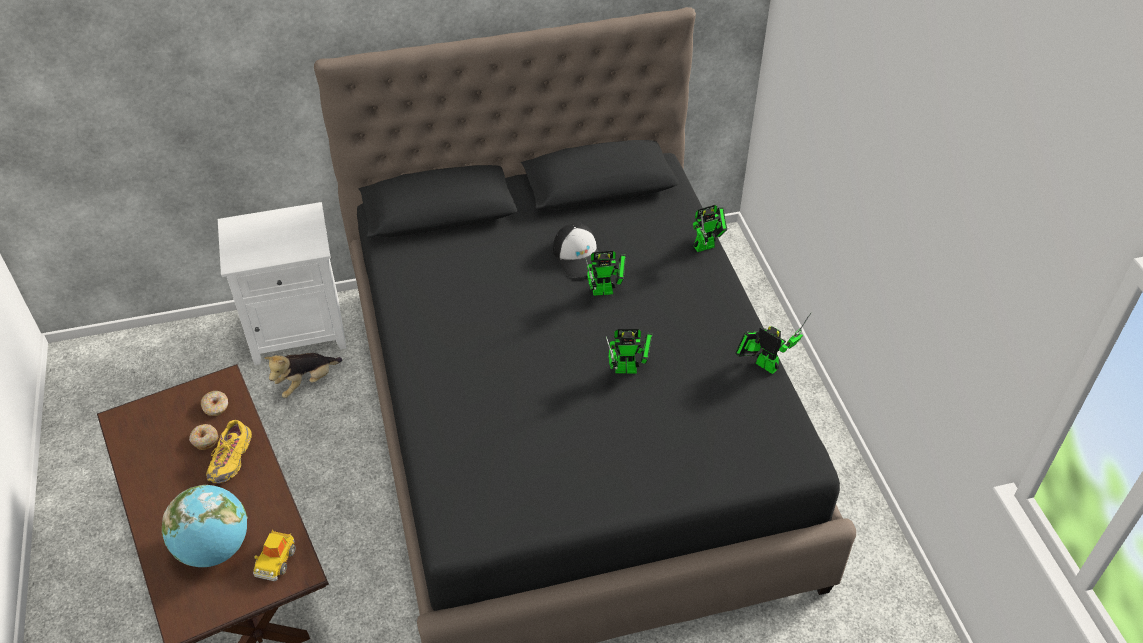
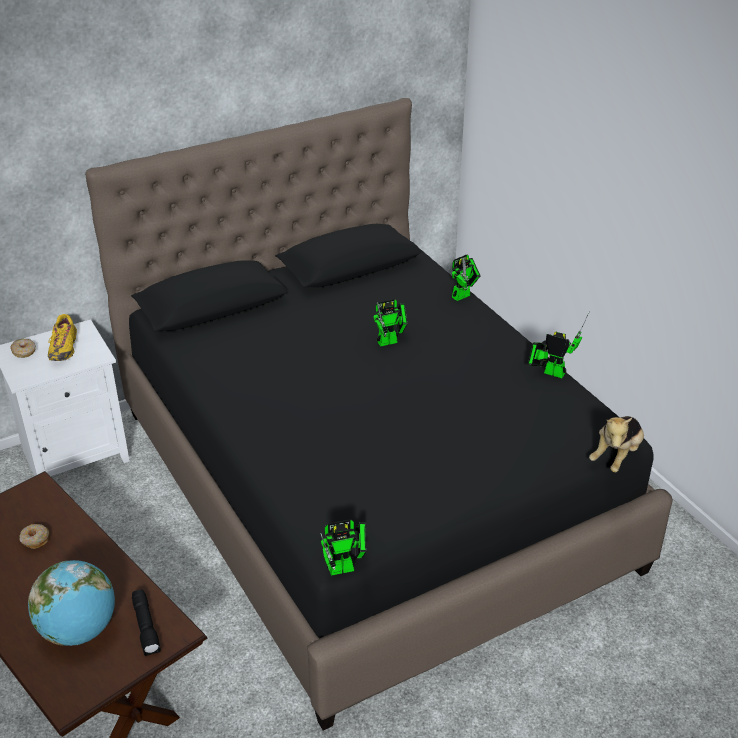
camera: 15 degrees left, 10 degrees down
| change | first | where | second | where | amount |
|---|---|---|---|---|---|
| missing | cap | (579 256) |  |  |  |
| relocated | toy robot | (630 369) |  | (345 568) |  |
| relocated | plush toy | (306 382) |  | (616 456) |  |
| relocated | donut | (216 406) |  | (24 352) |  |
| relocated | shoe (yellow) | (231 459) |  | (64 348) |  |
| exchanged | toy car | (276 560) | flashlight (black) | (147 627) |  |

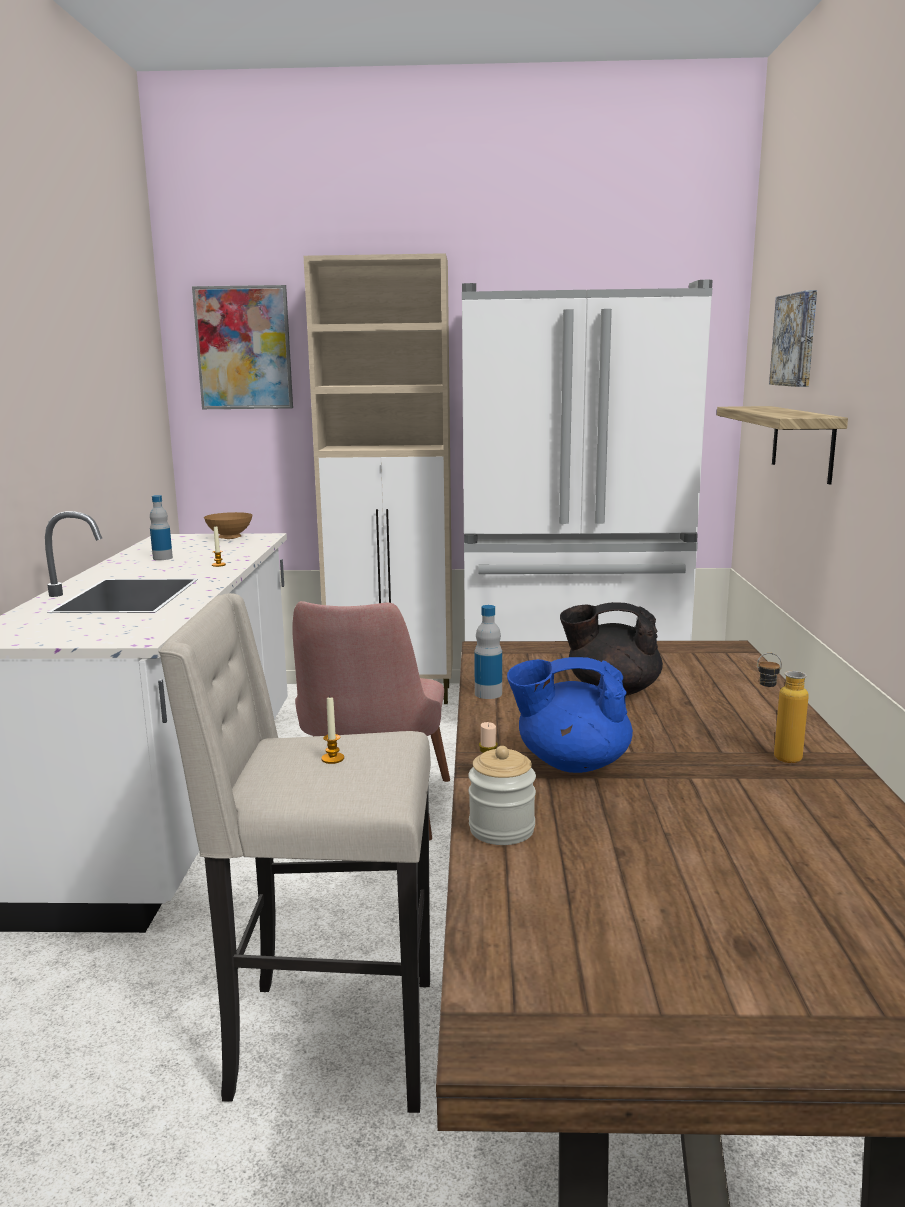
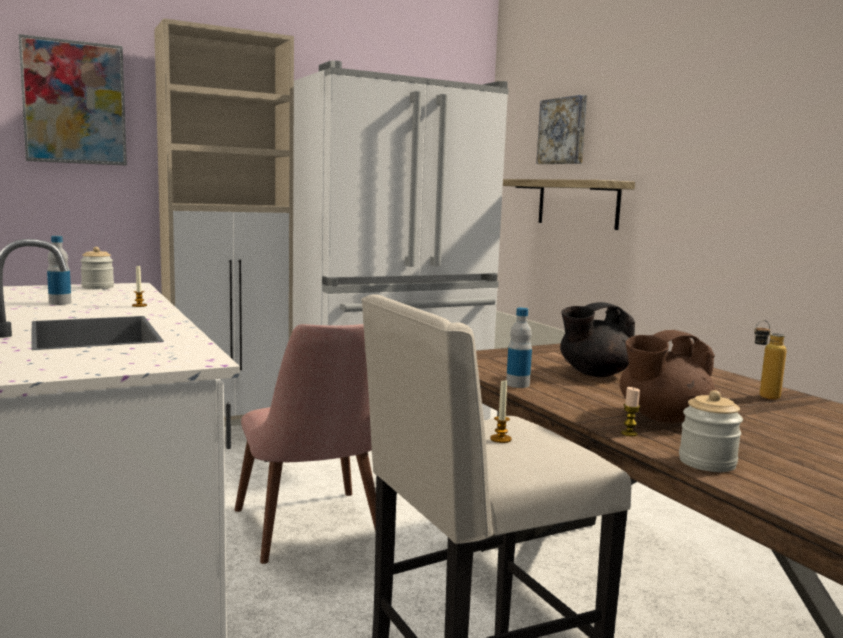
camera: 30 degrees left, 5 degrees down
| change | first | where | second | where | amount |
|---|---|---|---|---|---|
| exchanged | bowl (brown) | (229 538) | jar | (98 287) |  |
| colour | teapot (blue) | (571 763) | teapot (brown) | (662 417) |  |

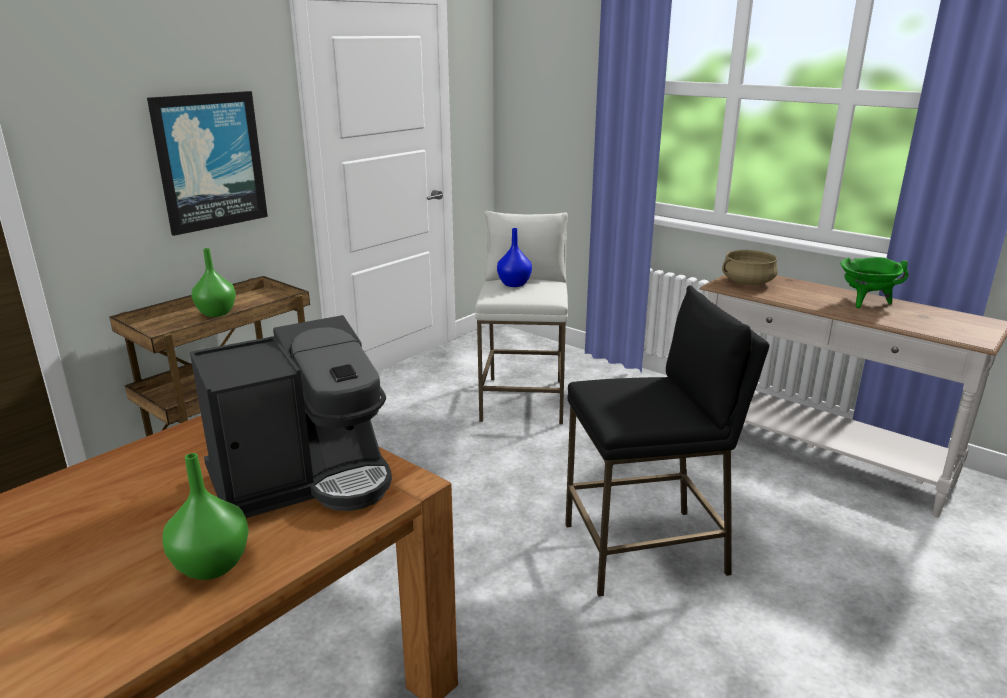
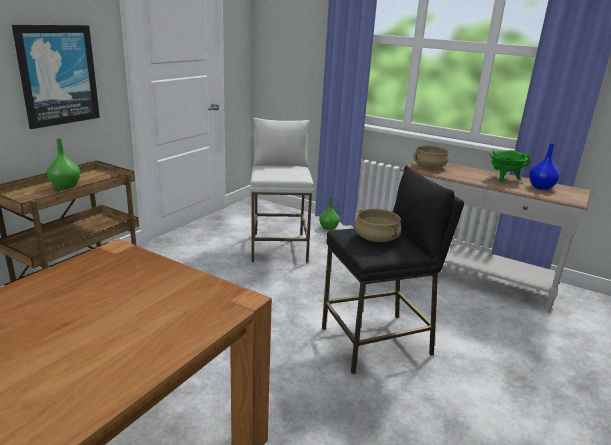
camera: 10 degrees left, 0 degrees up
| change | first | where | second | where | amount |
|---|---|---|---|---|---|
| relocated | vase (blue) | (513 284) |  | (540 187) |  |
| missing | coffee machine | (304 479) |  |  |  |
| relocated | vase (green) | (210 566) |  | (328 228) |  |
| appeared |  |  | cooking pot (beige) | (375 238) |  |

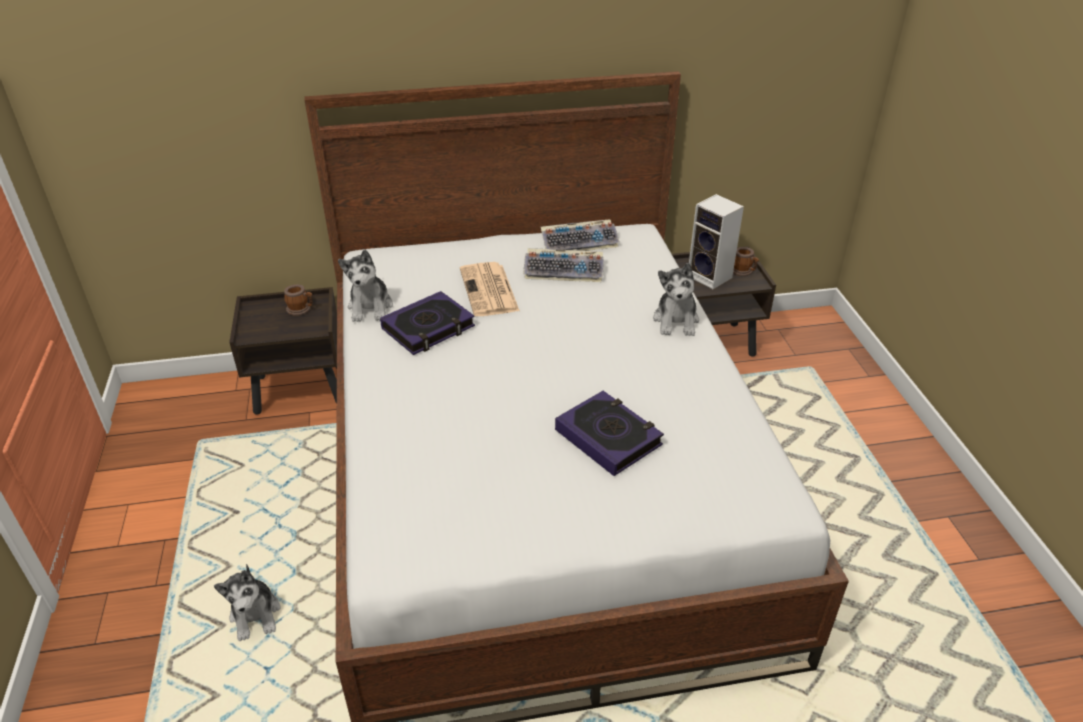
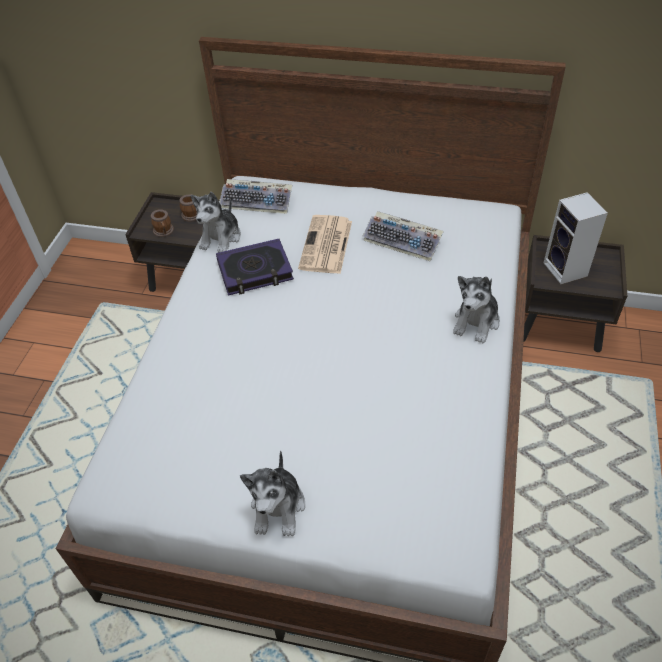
camera: 25 degrees right, 10 degrees up
| change | first | where | second | where | amount |
|---|---|---|---|---|---|
| relocated | keyboard | (580 242) |  | (258 201) |  |
| relocated | mug | (743 271) |  | (164 232) |  |
| missing | book | (608 437) |  |  |  |
| relocated | plush toy | (256 614) |  | (278 507) |  |

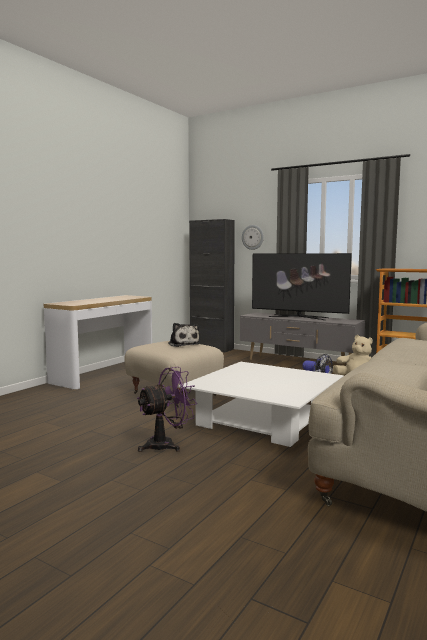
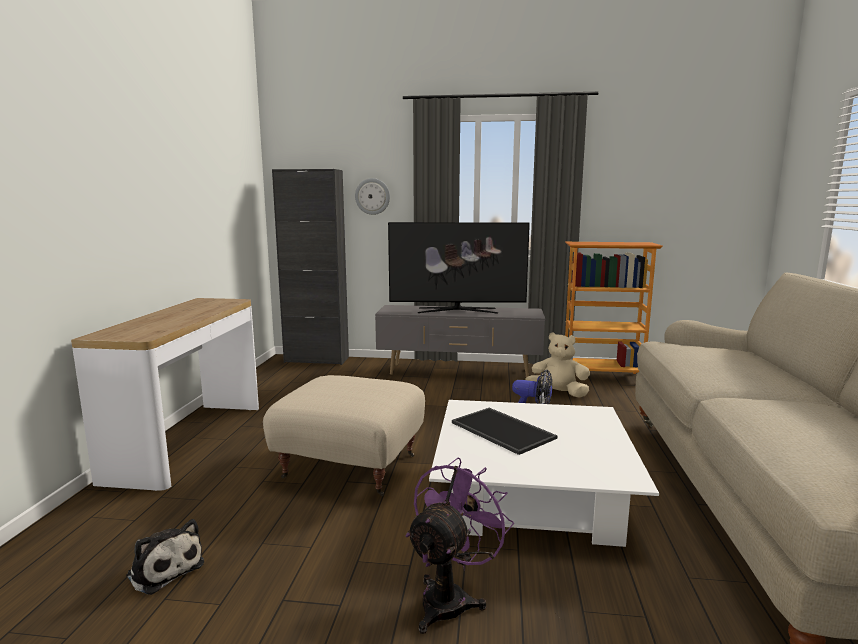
camera: 25 degrees left, 5 degrees up
| change | first | where | second | where | amount |
|---|---|---|---|---|---|
| relocated | plush toy | (183 344) |  | (164 568) |  |
| appeared |  |  | tray | (504 430) |  |

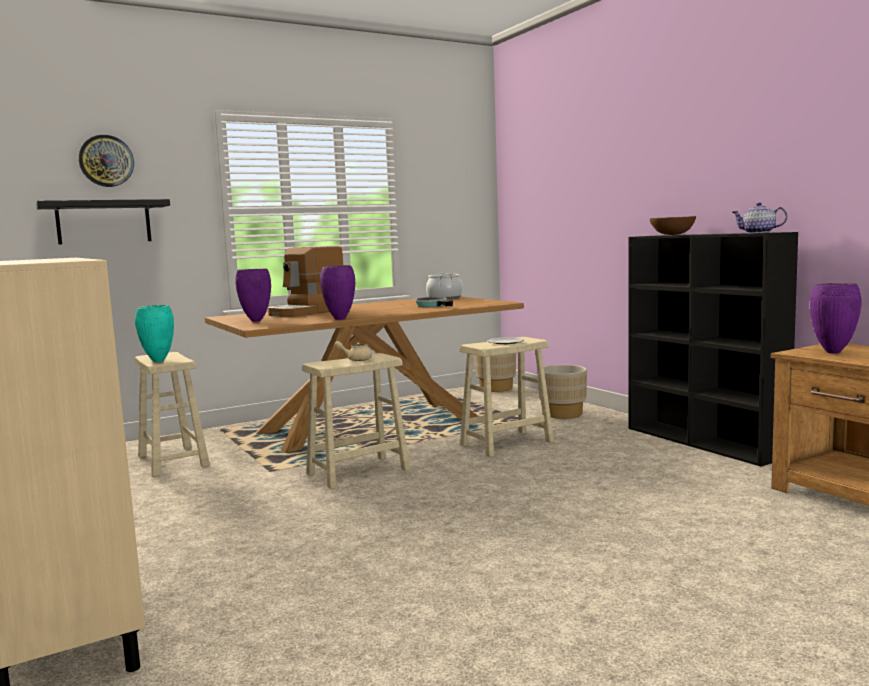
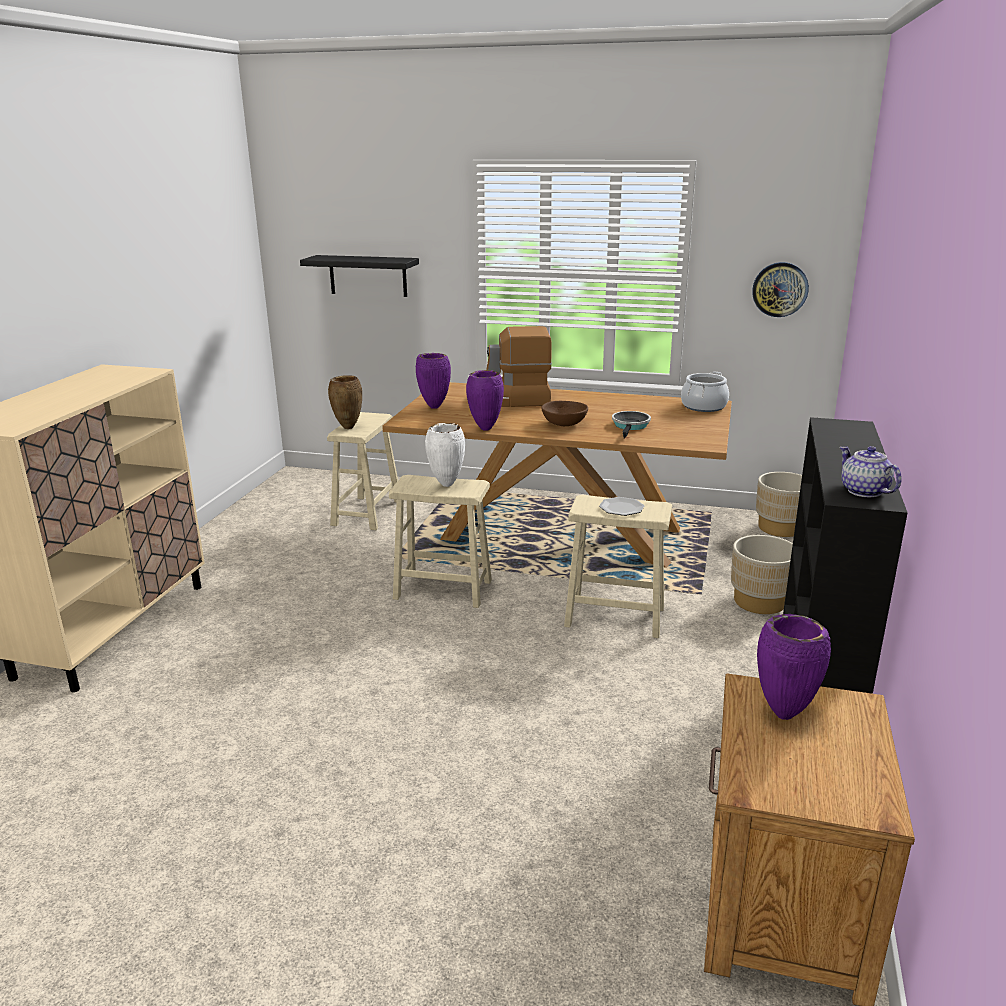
camera: 45 degrees right, 15 degrees up
| change | first | where | second | where | amount |
|---|---|---|---|---|---|
| relocated | wall clock | (106 161) |  | (780 289) |  |
| relocated | bowl (brown) | (672 235) |  | (565 424) |  |
| colour | vase (turquoise) | (157 361) | vase (brown) | (347 428) |  |
| exchanged | teapot (beige) | (355 359) | vase (white) | (446 485) |  |

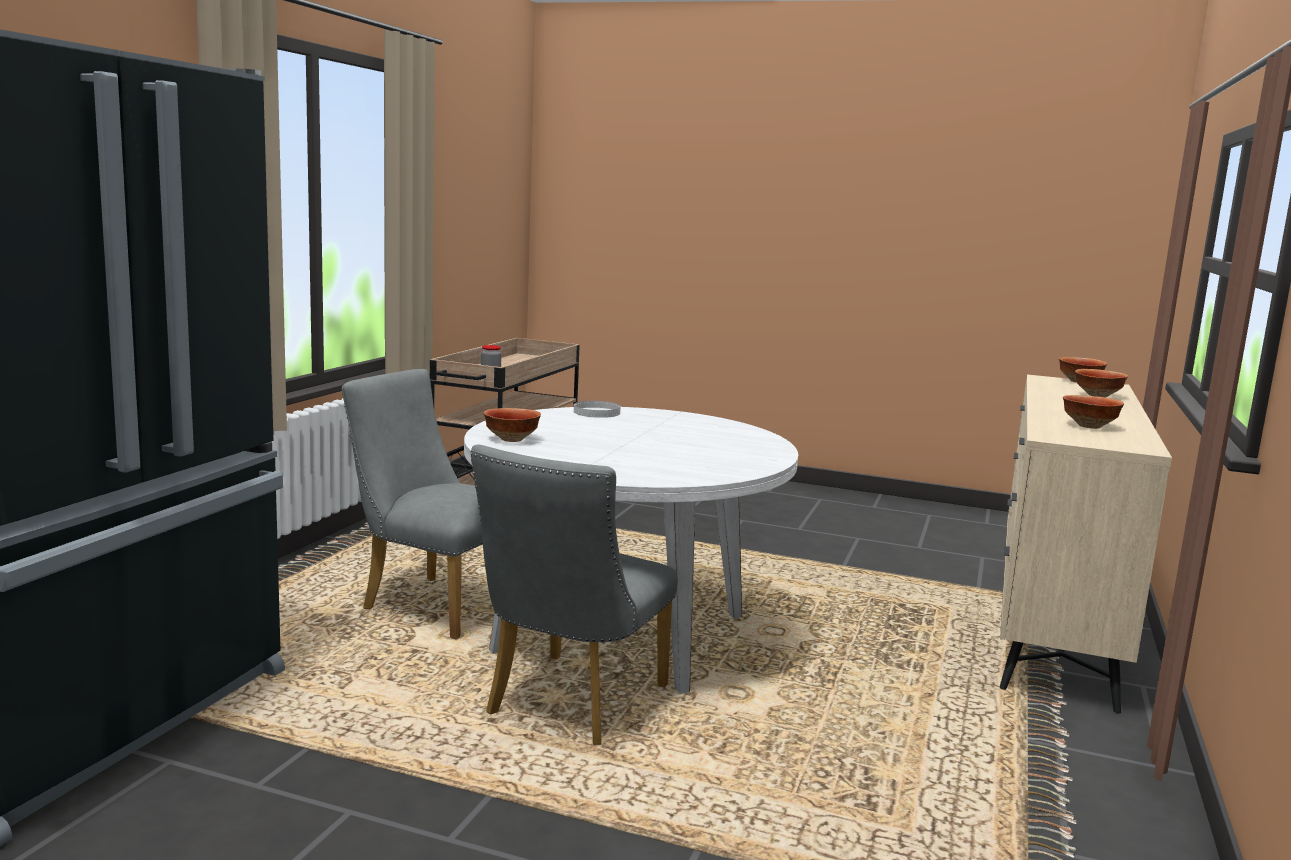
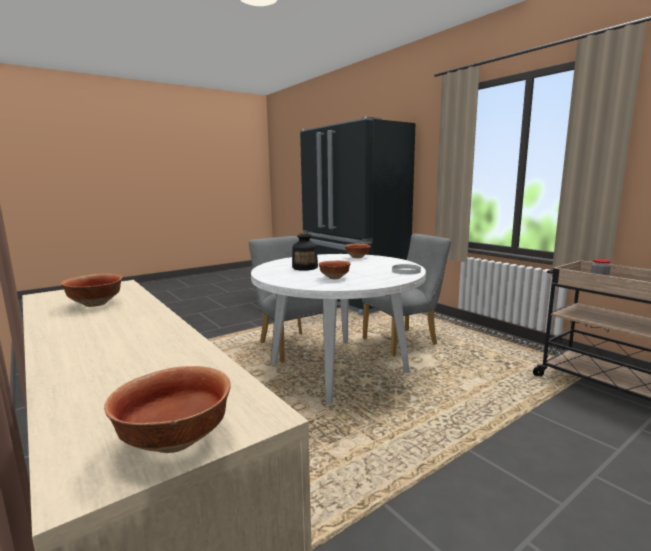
camera: 125 degrees right, 0 degrees up
| change | first | where | second | where | amount |
|---|---|---|---|---|---|
| relocated | bowl | (1098 396) |  | (334 278) |  |
| appeared |  |  | bottle | (305 268) |  |

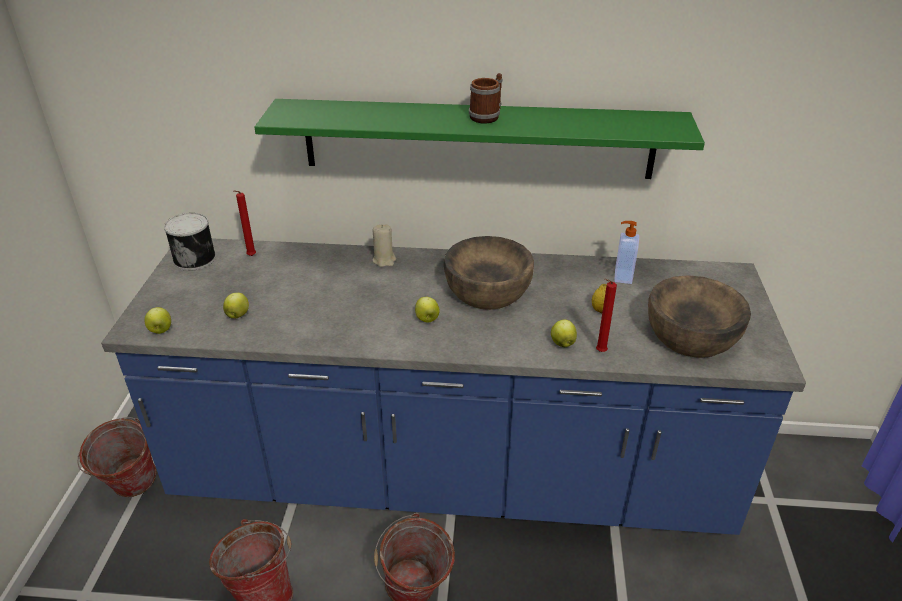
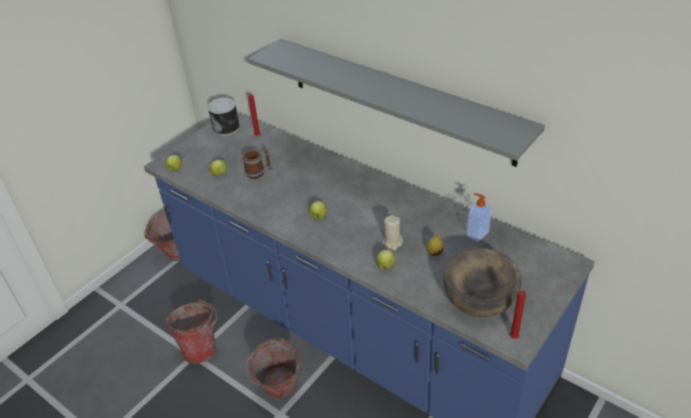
camera: 35 degrees right, 5 degrees up
| change | first | where | second | where | amount |
|---|---|---|---|---|---|
| relocated | mug | (487 116) |  | (258 172) |  |
| colour | shelf (green) | (478 139) | shelf (grey) | (398 100) |  |
| relocated | candle (beige) | (384 260) |  | (392 242) |  |
| missing | bowl (brown) | (487 291) |  |  |  |
| relocated | candle (red) | (599 352) |  | (512 337) |  |

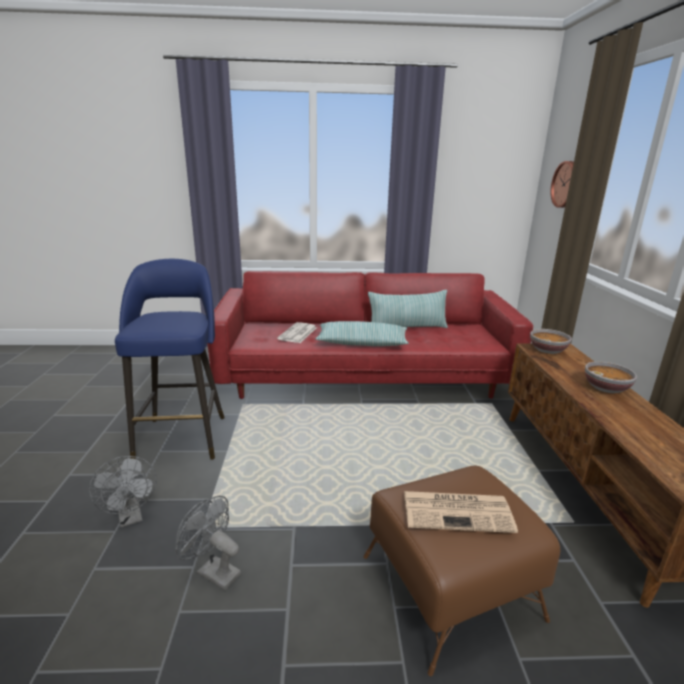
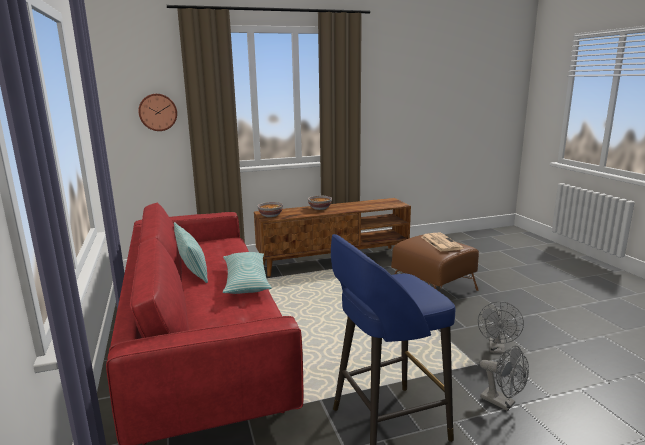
camera: 105 degrees left, 5 degrees down
| change | first | where | second | where | amount |
|---|---|---|---|---|---|
| missing | newspaper | (298 333) |  |  |  |
| spun | fan (grey) | (131 517) |  | (502 403) | 90 degrees clockwise |

